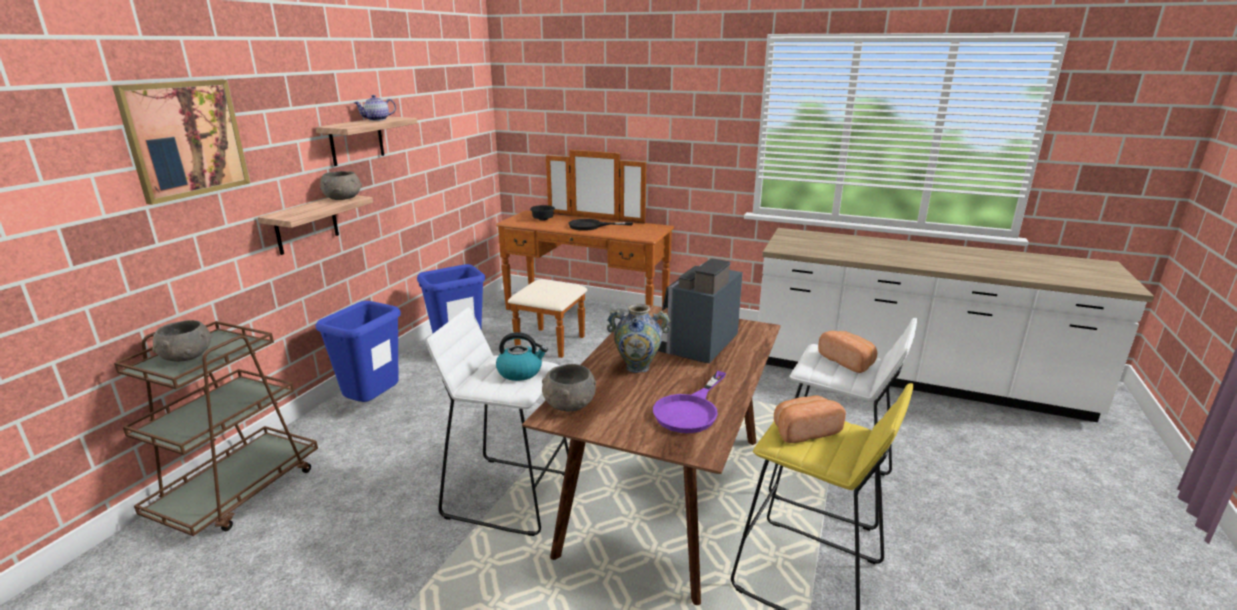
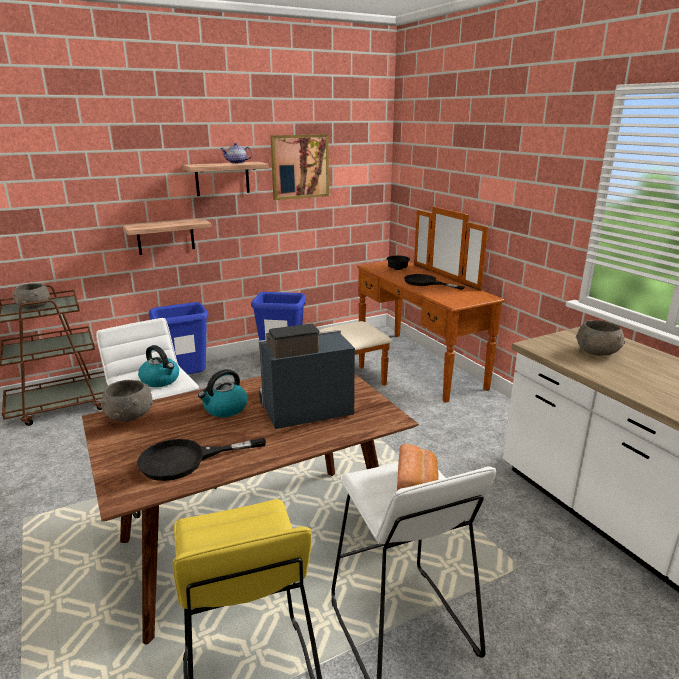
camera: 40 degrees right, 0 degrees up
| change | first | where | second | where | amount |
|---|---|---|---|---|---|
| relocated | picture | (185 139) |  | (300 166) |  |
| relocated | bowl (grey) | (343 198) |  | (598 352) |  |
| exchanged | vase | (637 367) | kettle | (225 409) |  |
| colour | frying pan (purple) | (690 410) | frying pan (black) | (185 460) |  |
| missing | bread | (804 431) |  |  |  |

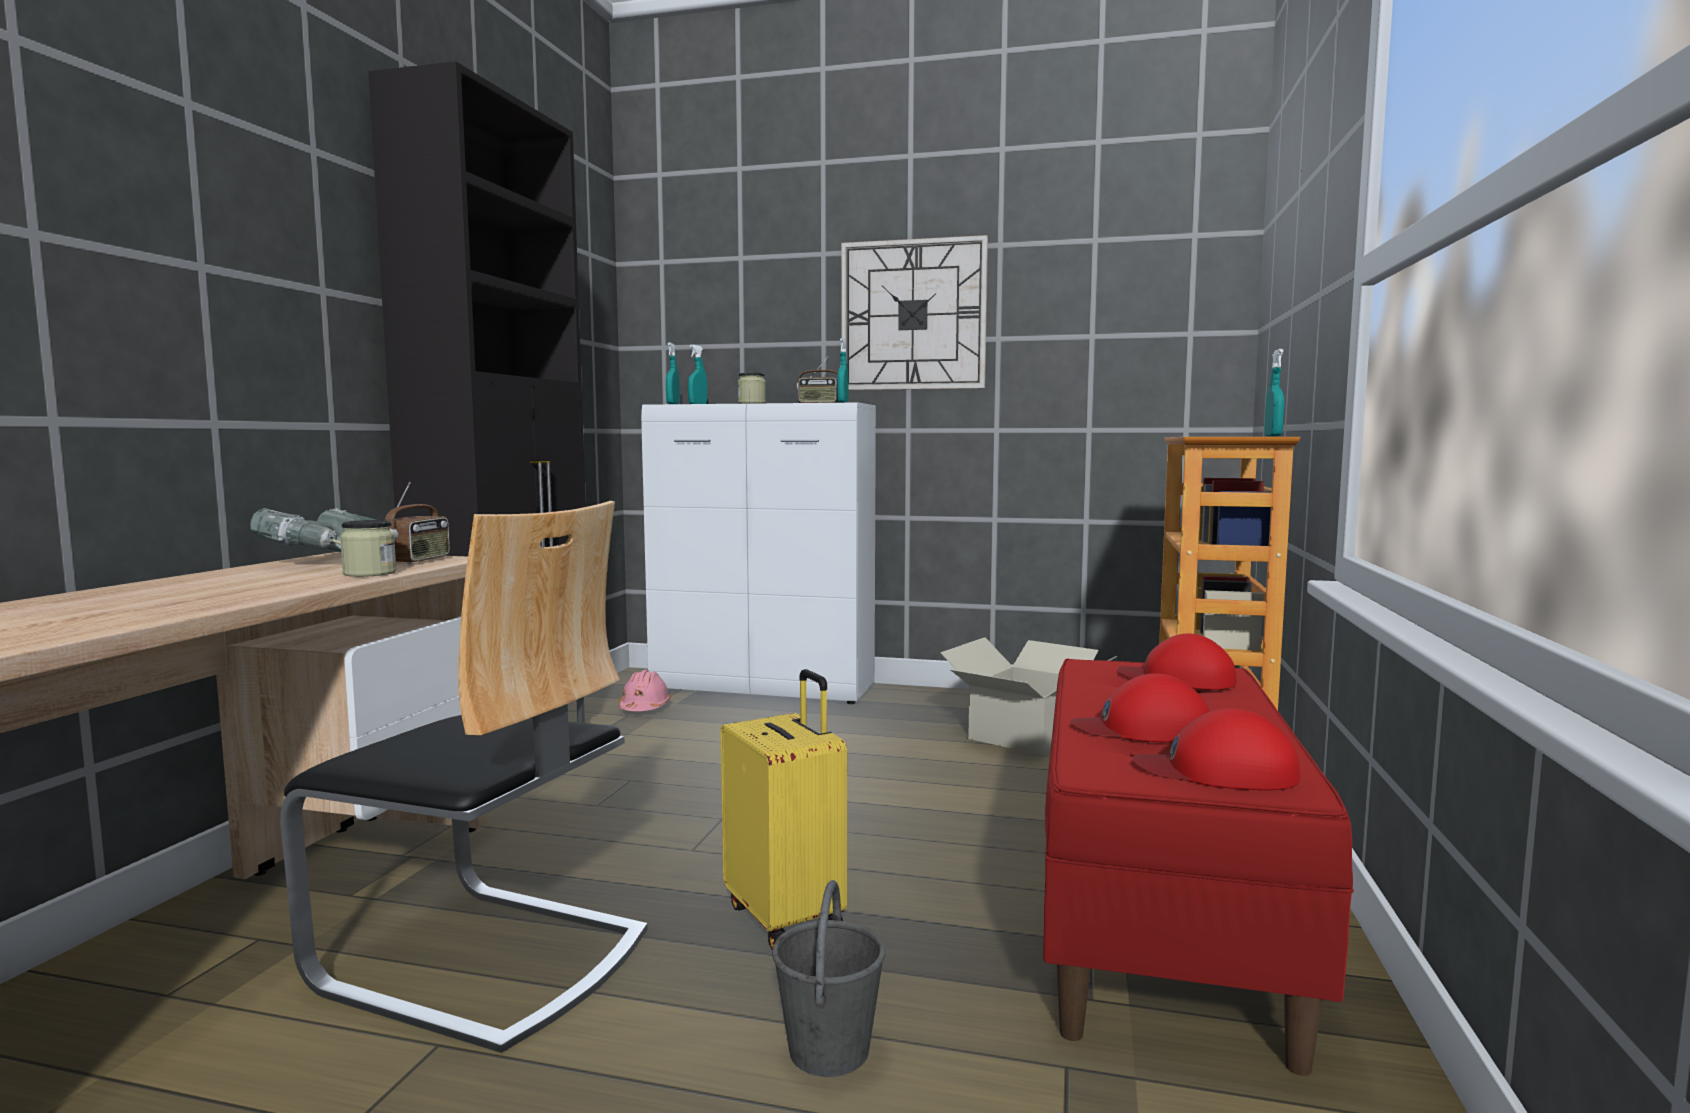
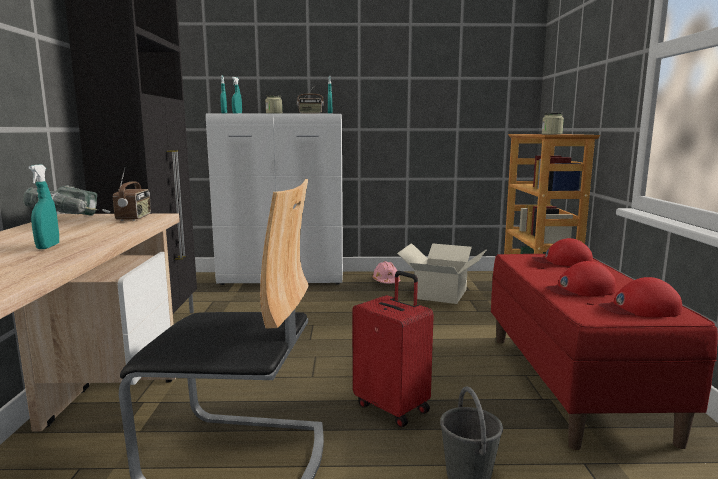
camera: 15 degrees left, 5 degrees up
| change | first | where | second | where | amount |
|---|---|---|---|---|---|
| missing | wall clock | (913 315) |  |  |  |
| relocated | spray bottle (turquoise) | (1273 436) |  | (48 247) |  |
| relocated | jar | (370 573) |  | (551 134) |  |
| colour | suitcase (yellow) | (787 917) | suitcase (red) | (393 407) |  |
| relocated | hard hat (pink) | (644 708) |  | (386 281) |  |

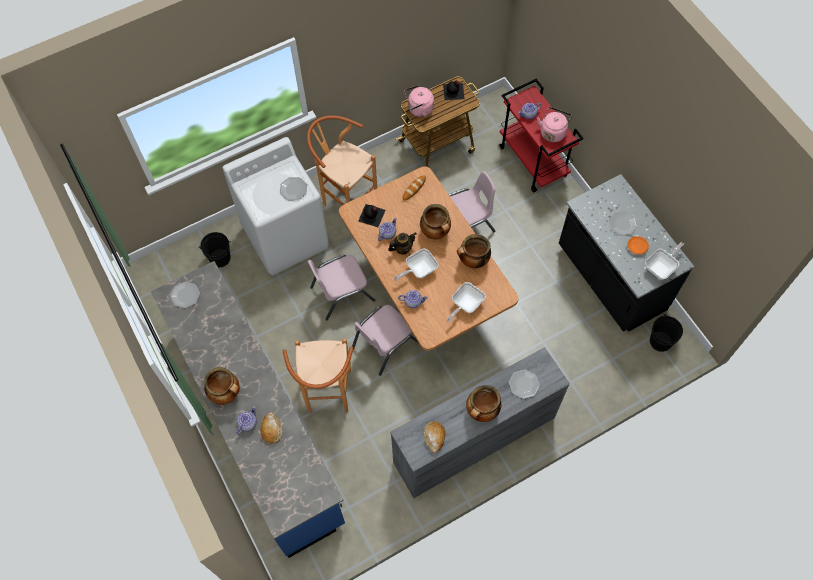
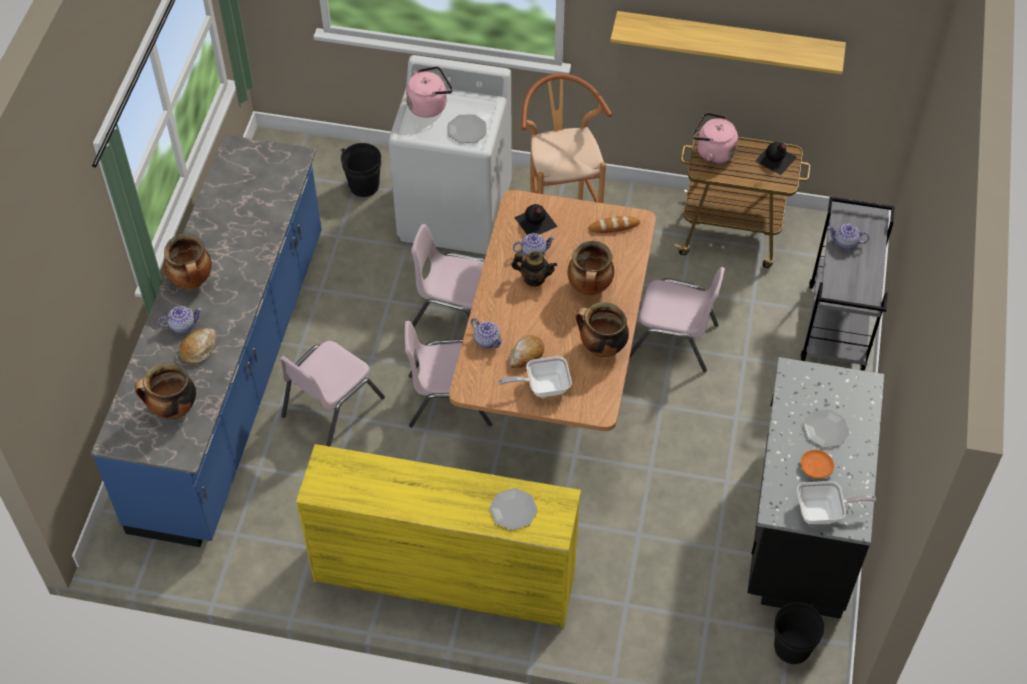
camera: 40 degrees right, 10 degrees down
| change | first | where | second | where | amount |
|---|---|---|---|---|---|
| colour | cart (red) | (533 161) | cart (grey) | (837 328) |  |
| relocated | kettle (pink) | (553 132) |  | (429 105) |  |
| missing | frying pan | (418 270) |  |  |  |
| missing | plate | (185 295) |  |  |  |
| exchanged | stool (brown) | (328 397) | chair (pink) | (331 406) |  |
| colour | dresser (grey) | (473 440) | dresser (yellow) | (444 575) |  |
| relocated | cooking pot | (482 411) |  | (173 410) |  |
| relocated | bread | (434 437) |  | (526 355) |  |
| appeared |  |  | shelf | (728 41) |  |

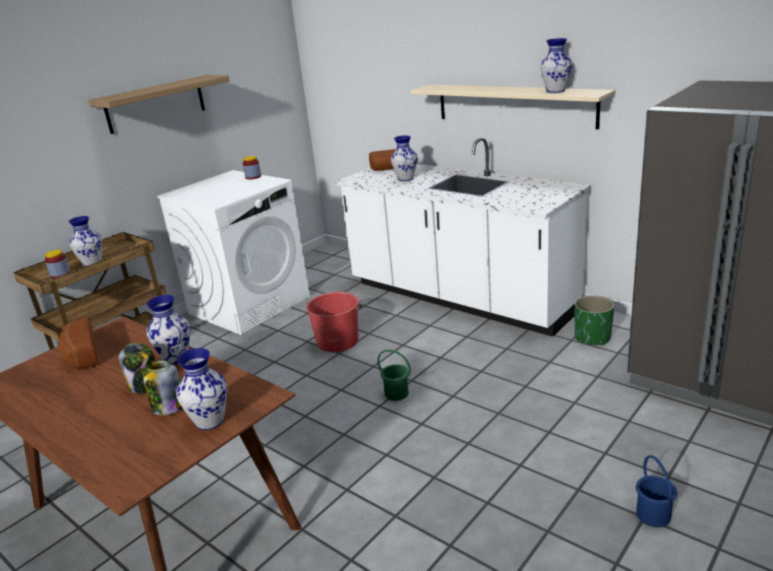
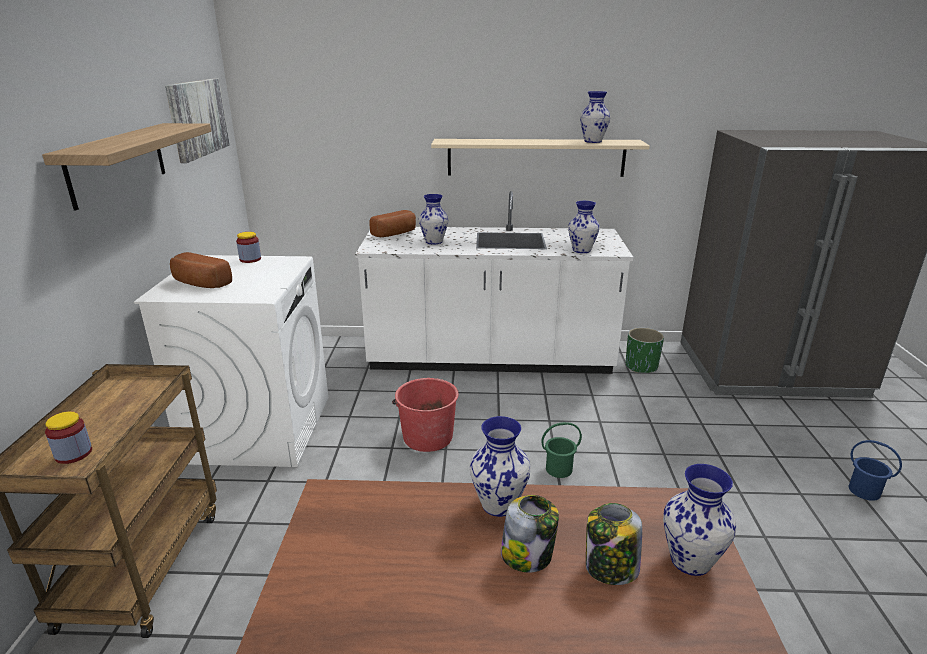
camera: 40 degrees left, 0 degrees up
| change | first | where | second | where | amount |
|---|---|---|---|---|---|
| relocated | vase | (91 263) |  | (581 250) |  |
| relocated | bread | (81 356) |  | (199 284) |  |
| appeared |  |  | picture | (197 118) |  |

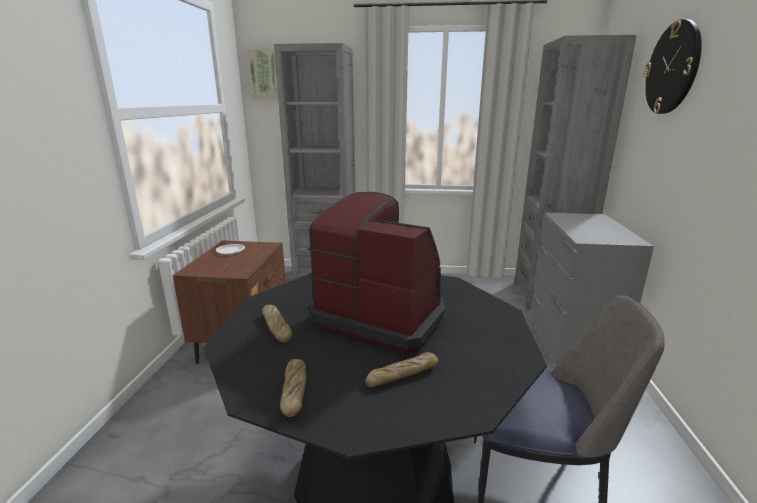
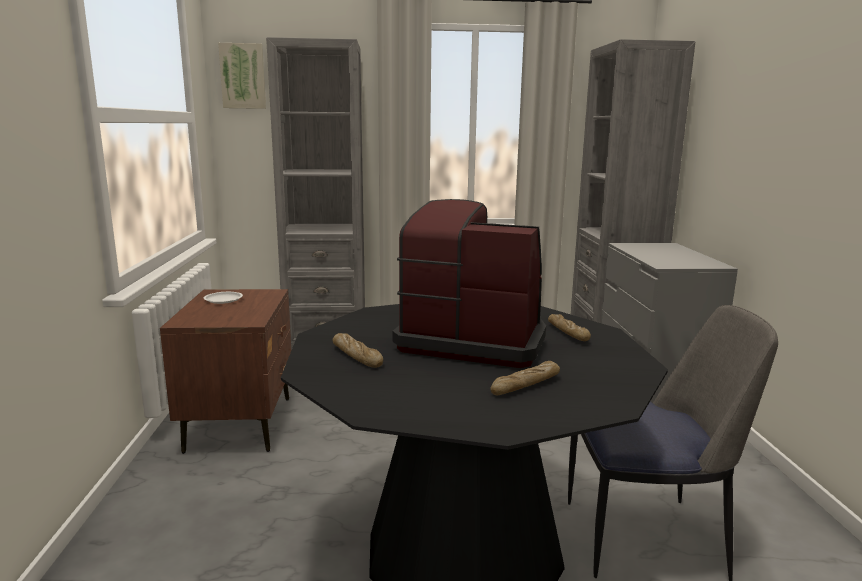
camera: 10 degrees left, 5 degrees down
| change | first | where | second | where | amount |
|---|---|---|---|---|---|
| missing | wall clock | (672 68) |  |  |  |
| relocated | bread | (294 391) |  | (567 333) |  |

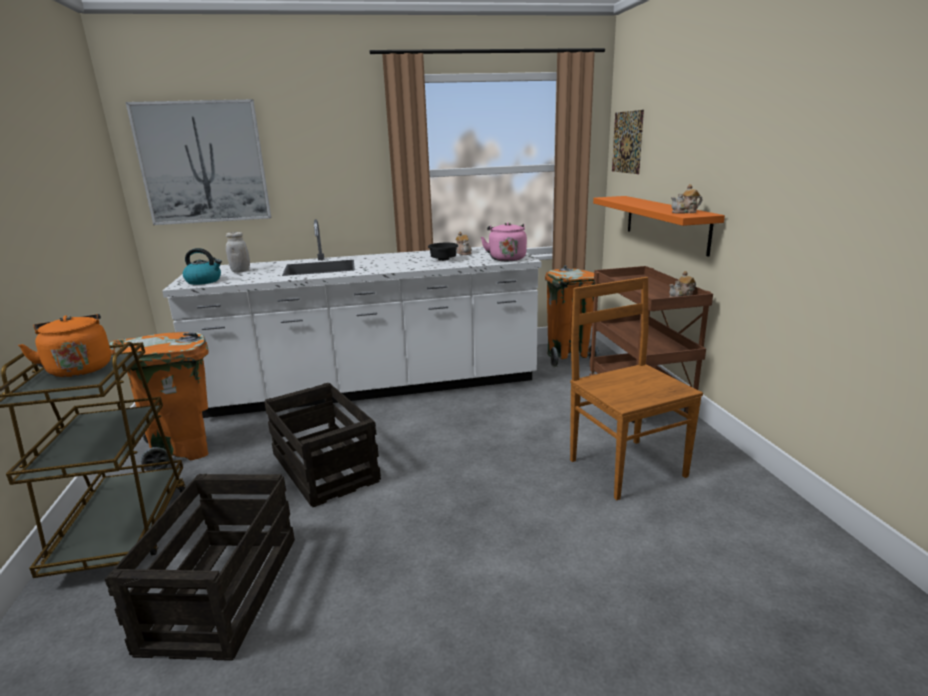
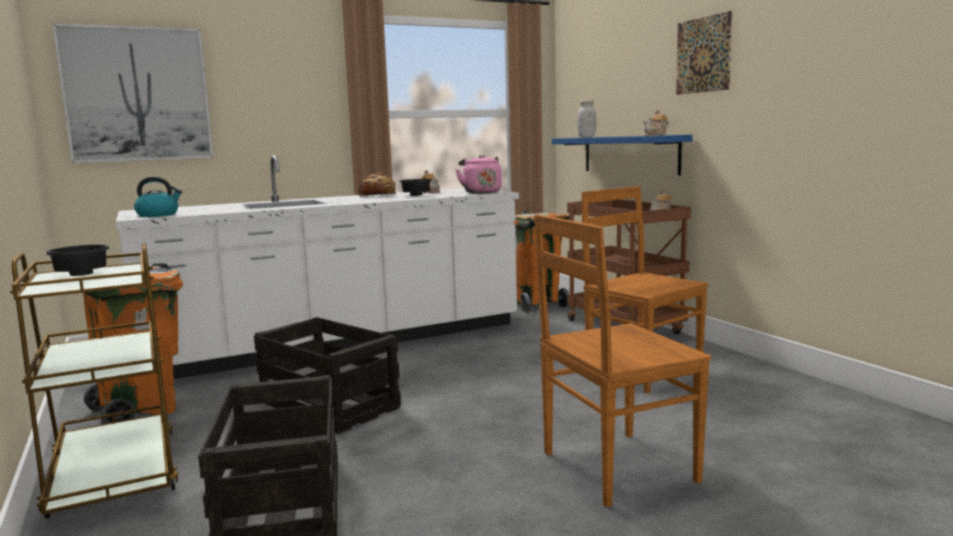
camera: 15 degrees left, 10 degrees down
| change | first | where | second | where | amount |
|---|---|---|---|---|---|
| relocated | picture | (627 142) |  | (703 55) |  |
| colour | shelf (orange) | (665 223) | shelf (blue) | (629 154) |  |
| relocated | jar (white) | (240 271) |  | (586 137) |  |
| exchanged | kettle (orange) | (79 368) | bowl (black) | (82 274) |  |
| appeared |  |  | bread | (378 196) |  |
| appeared |  |  | chair (brown) | (614 468) |  |

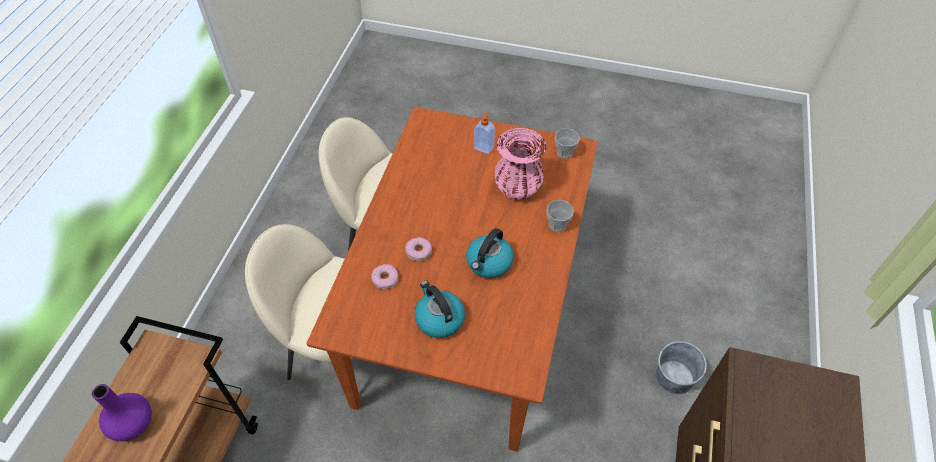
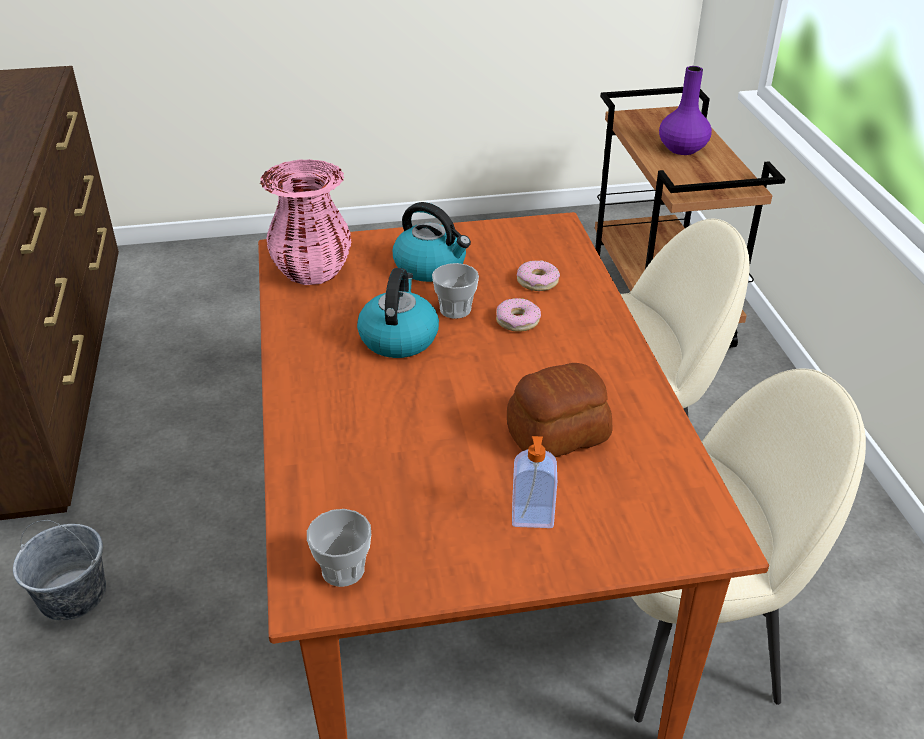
camera: 155 degrees right, 15 degrees down
| change | first | where | second | where | amount |
|---|---|---|---|---|---|
| relocated | vase (pink) | (517 188) |  | (313 272) |  |
| relocated | cup | (557 225) |  | (455 309) |  |
| appeared |  |  | bread | (556 434) |  |

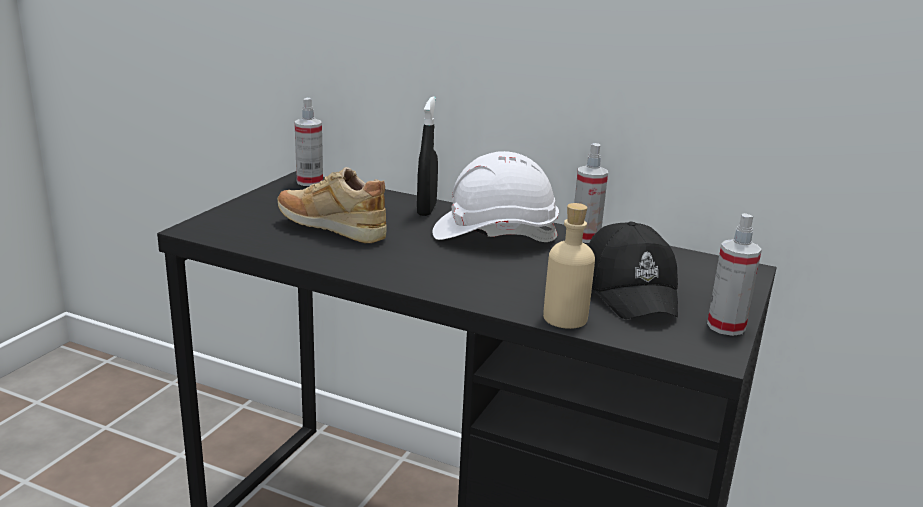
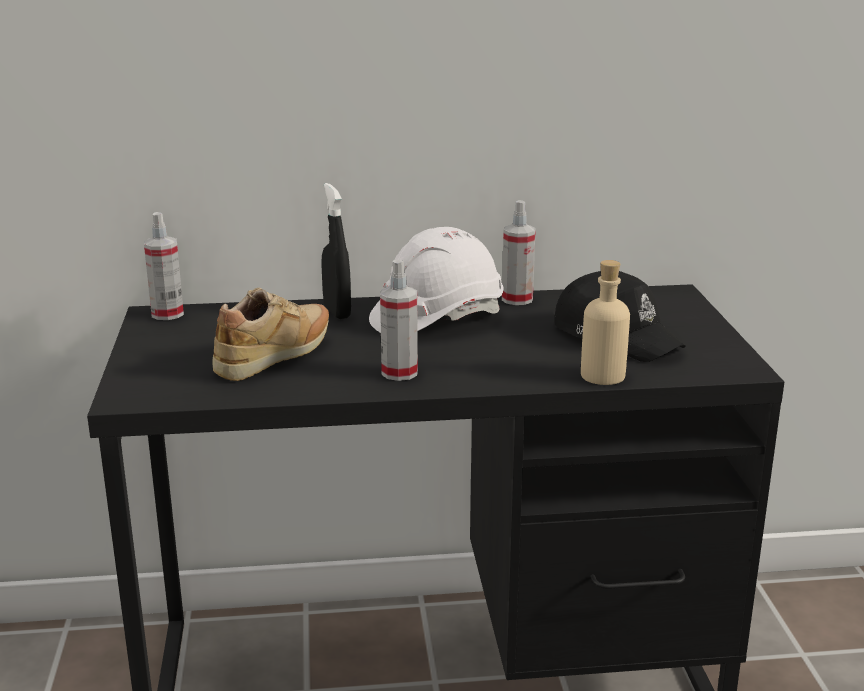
camera: 30 degrees left, 0 degrees up
| change | first | where | second | where | amount |
|---|---|---|---|---|---|
| spun | shoe (beige) | (332 230) |  | (276 358) | 135 degrees clockwise |
| relocated | spray bottle | (726 326) |  | (399 372) |  |

